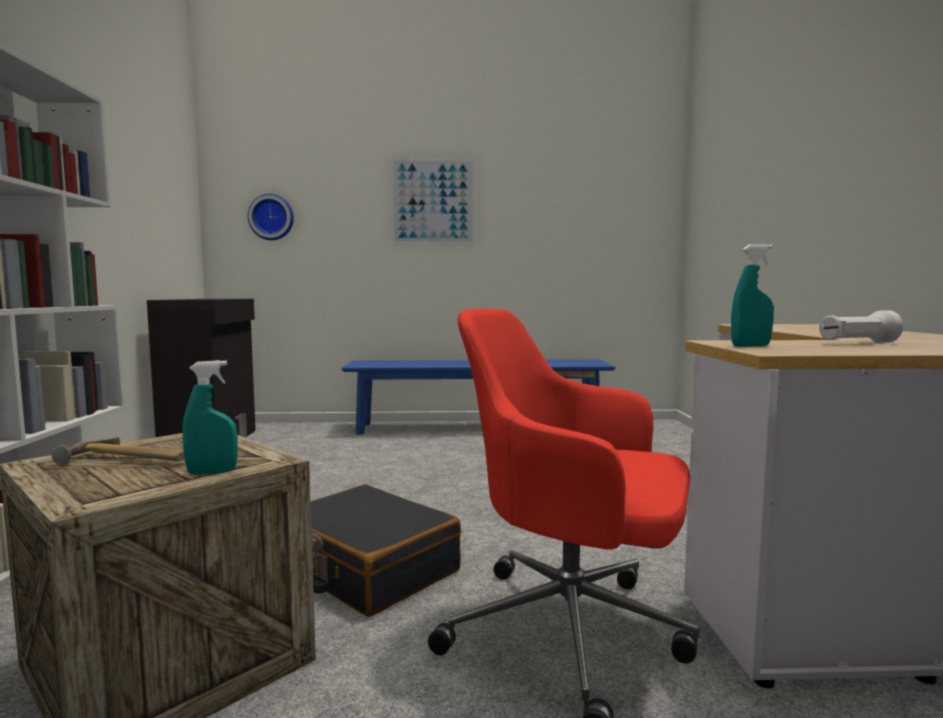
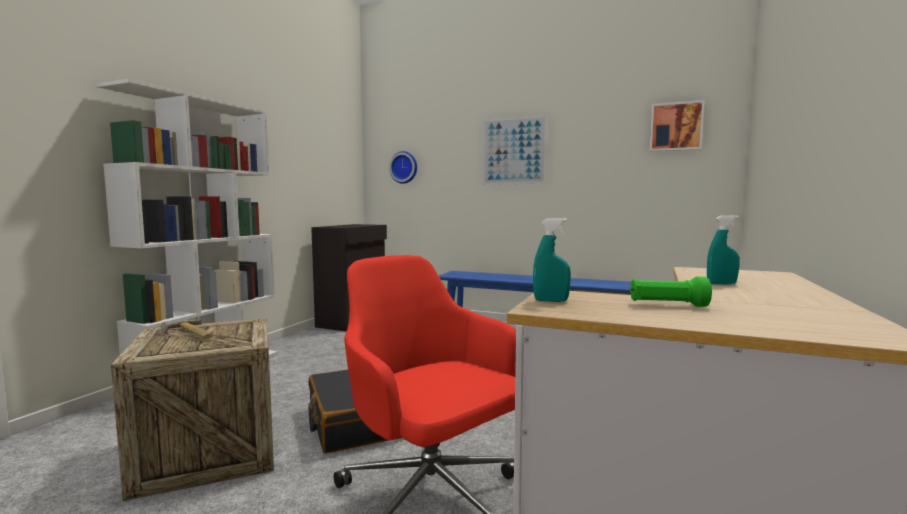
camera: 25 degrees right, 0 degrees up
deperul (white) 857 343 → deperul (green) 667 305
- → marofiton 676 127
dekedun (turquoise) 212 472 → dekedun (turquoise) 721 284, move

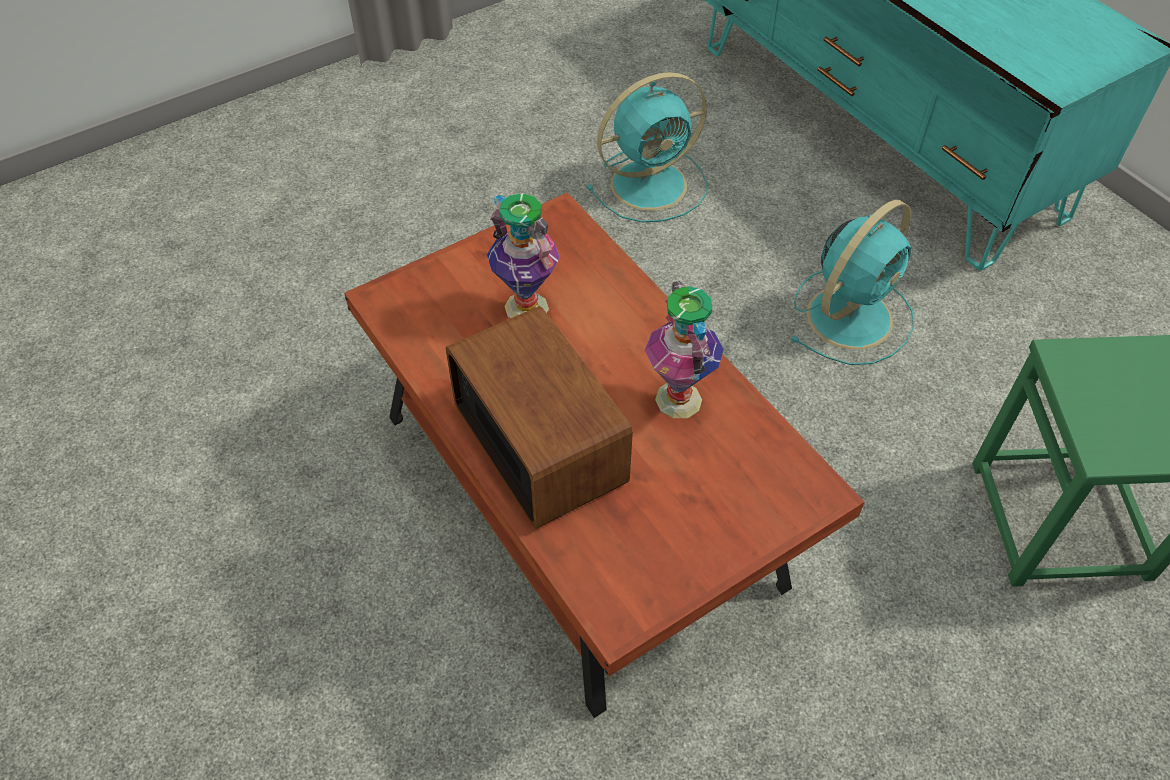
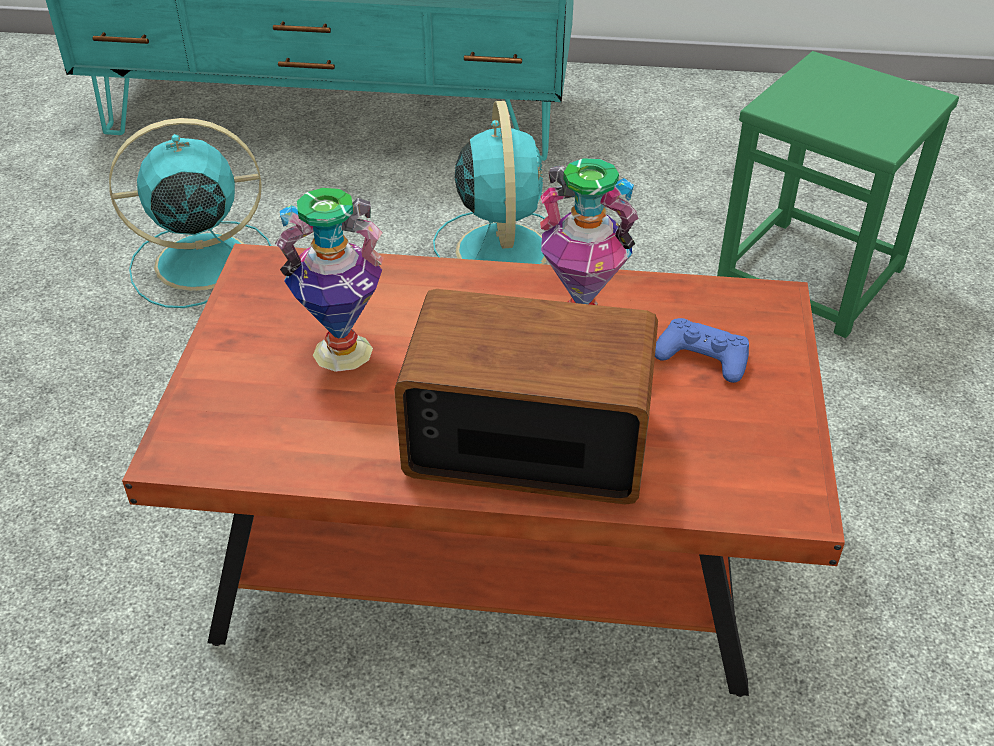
camera: 50 degrees left, 10 degrees down
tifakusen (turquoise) 652 183 → tifakusen (turquoise) 198 262, 120 degrees counterclockwise
- → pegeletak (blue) 702 357

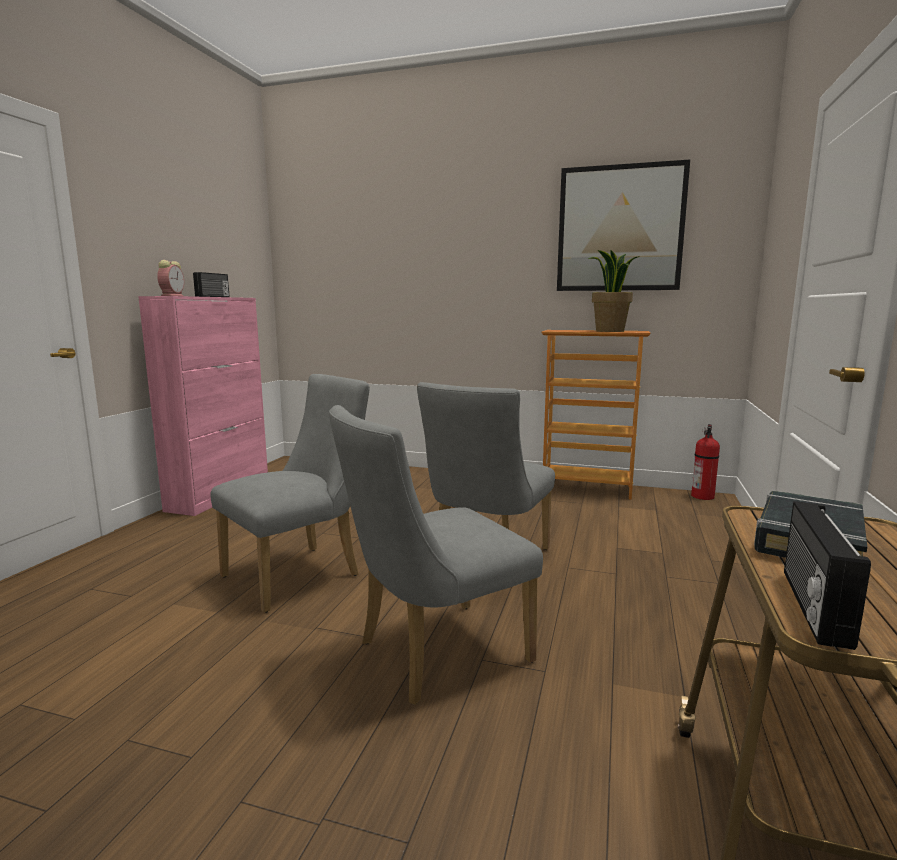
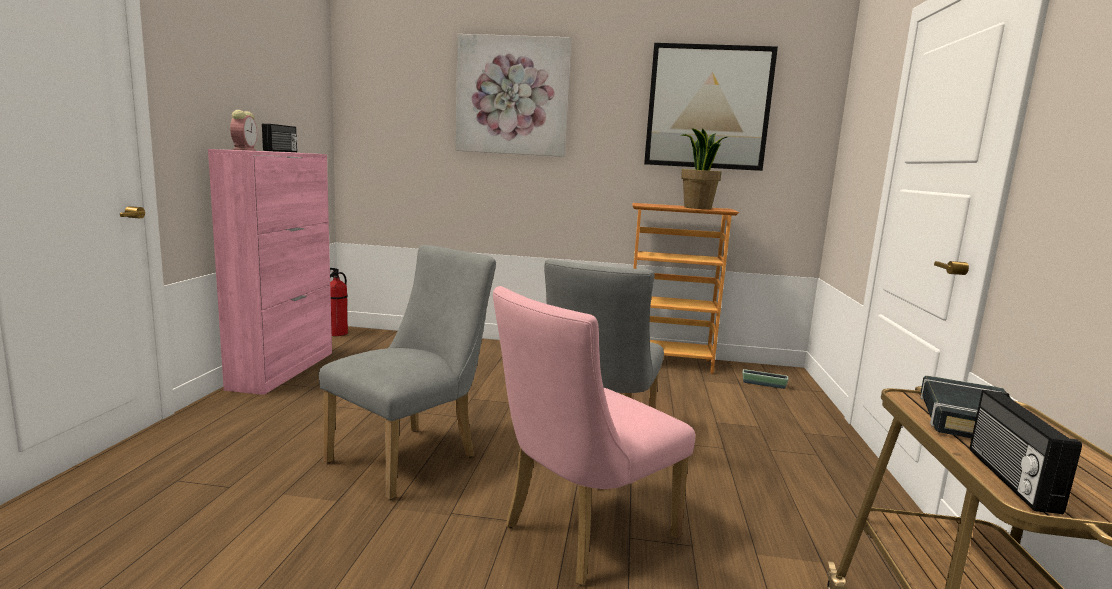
camera: 10 degrees left, 0 degrees up
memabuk 703 496 → memabuk 337 333, move
- → marofiton 512 96
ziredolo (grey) 432 655 → ziredolo (pink) 580 535
- → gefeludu 763 384

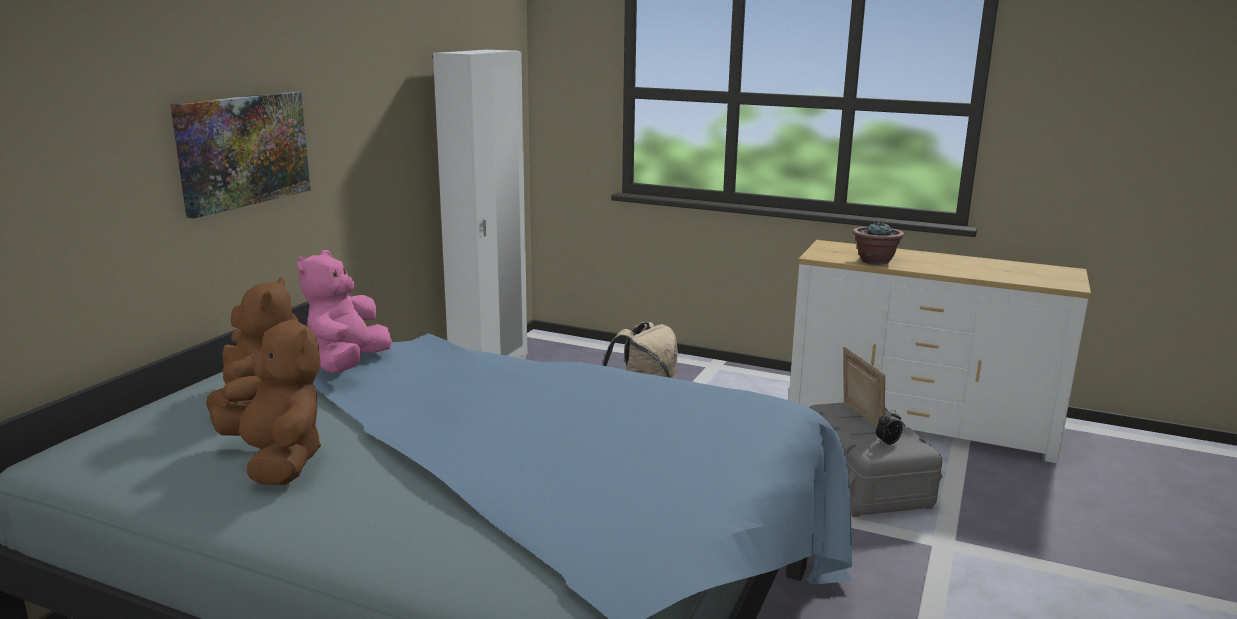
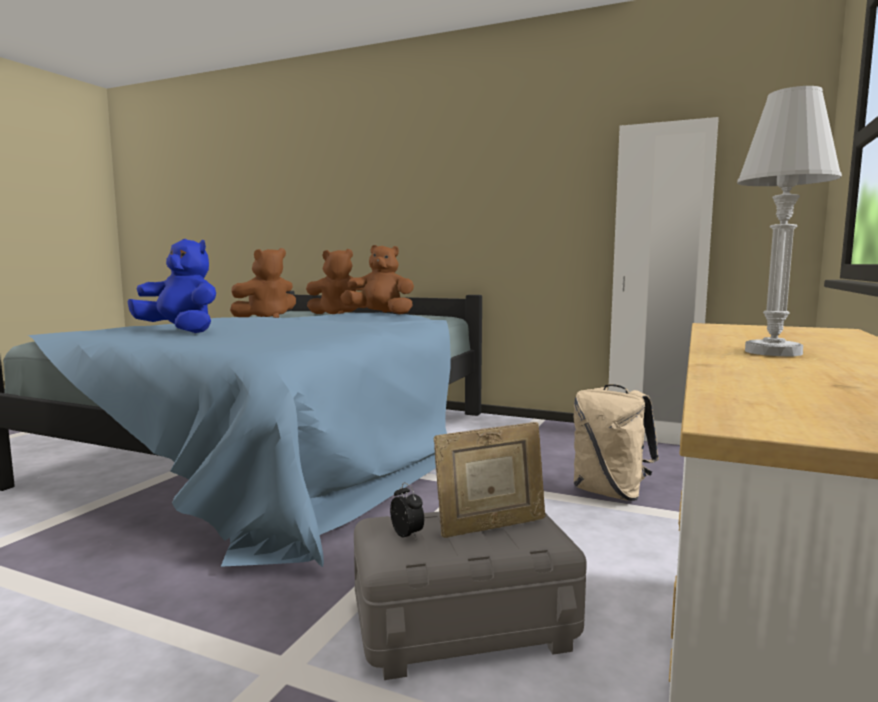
camera: 90 degrees right, 10 degrees down
- → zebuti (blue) 180 331
zebuti (pink) 348 365 → zebuti (brown) 380 314
- → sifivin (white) 773 352
marofiton 243 150 → -
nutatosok 874 261 → -

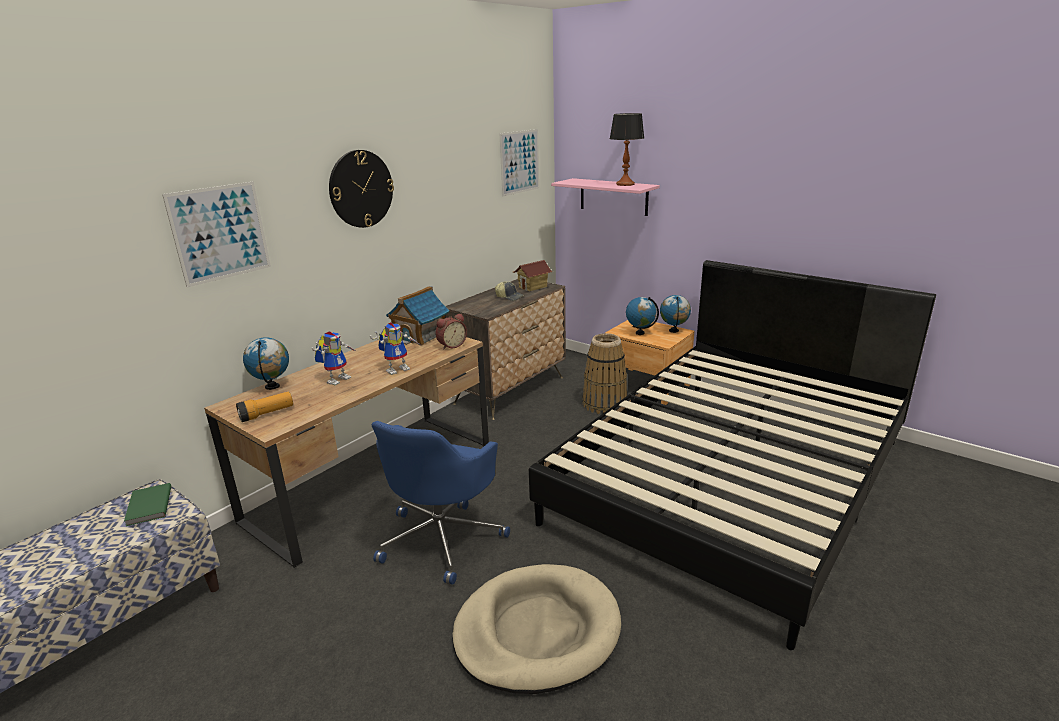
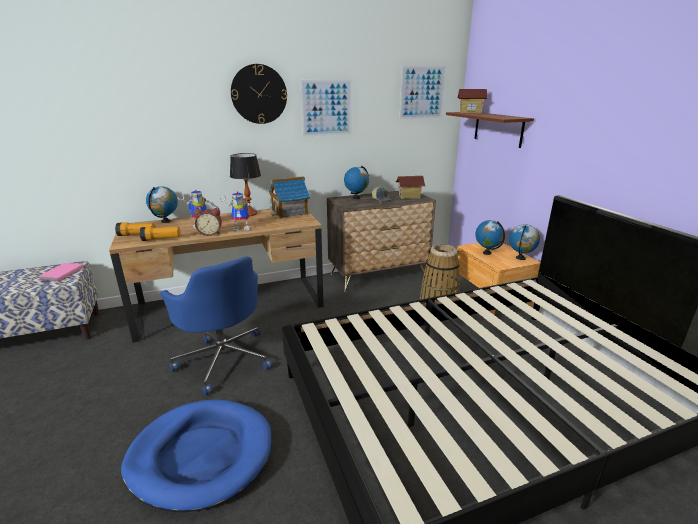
camera: 30 degrees right, 0 degrees up
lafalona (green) 148 506 → lafalona (pink) 61 273
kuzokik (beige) 537 631 → kuzokik (blue) 201 455
- → deperul 161 239
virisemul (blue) 442 537 → virisemul (blue) 224 359, 90 degrees counterclockwise
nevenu 451 345 → nevenu 210 233, move
sifivin 625 184 → sifivin 249 213, move
marofiton 220 233 → marofiton 326 108, move
- → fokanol 356 198
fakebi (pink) 613 197 → fakebi (brown) 498 129
- → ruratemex 470 113

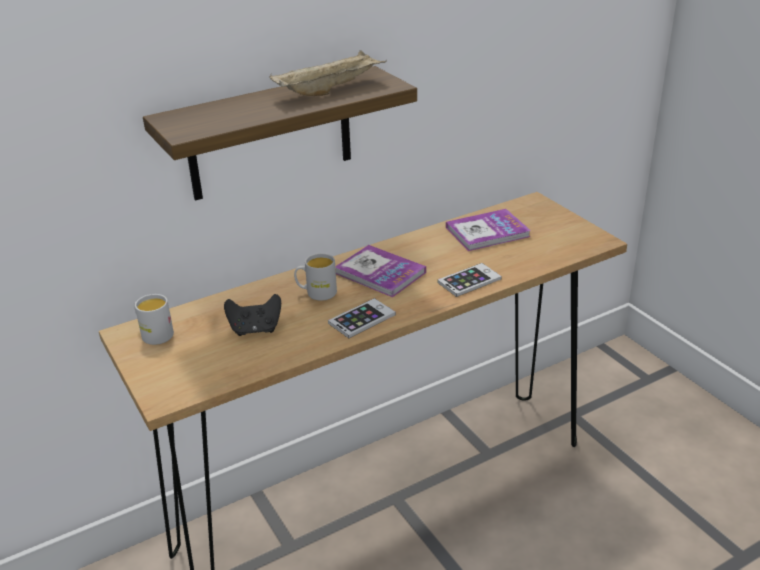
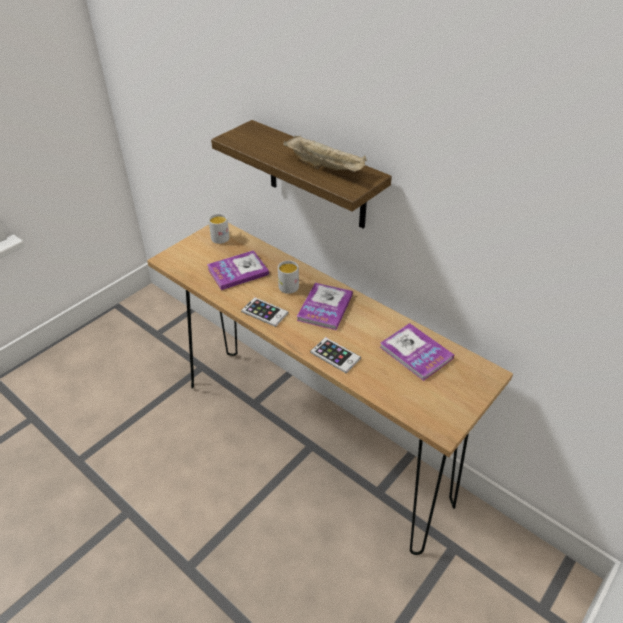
camera: 70 degrees right, 10 degrees up
pegeletak (black) 255 329 → lafalona 238 271

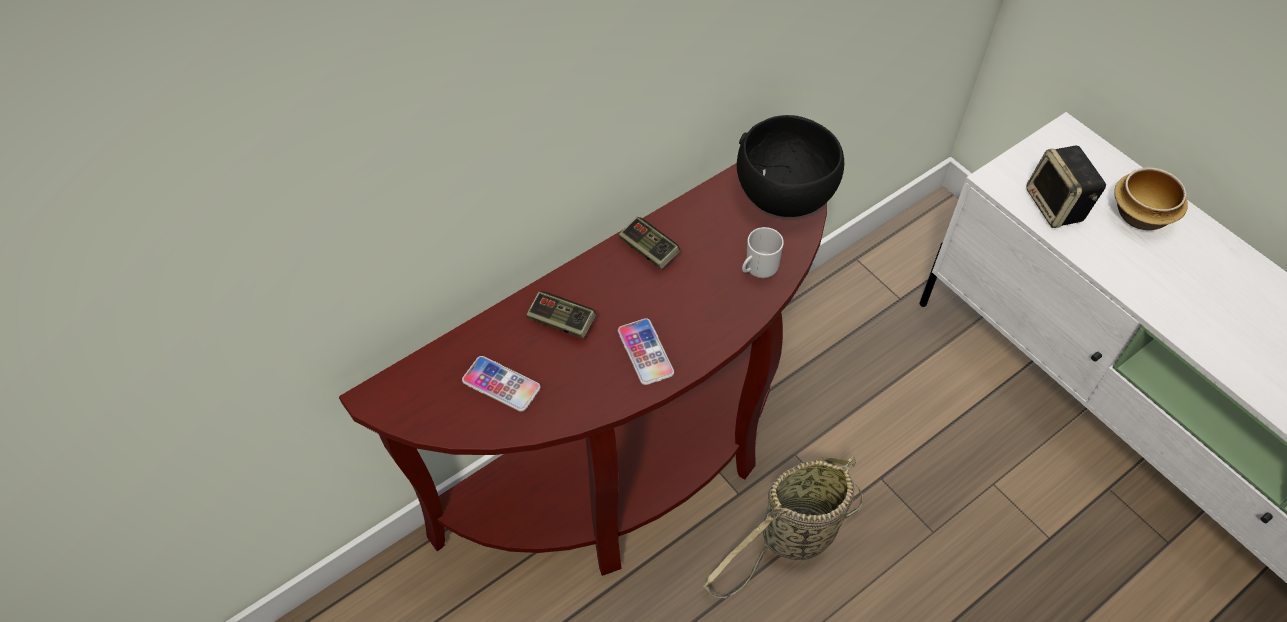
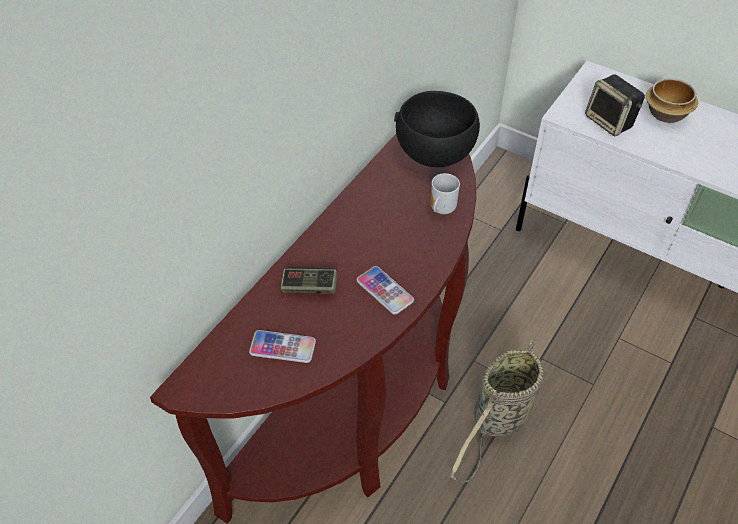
camera: 20 degrees left, 5 degrees down
pegeletak 648 250 → -

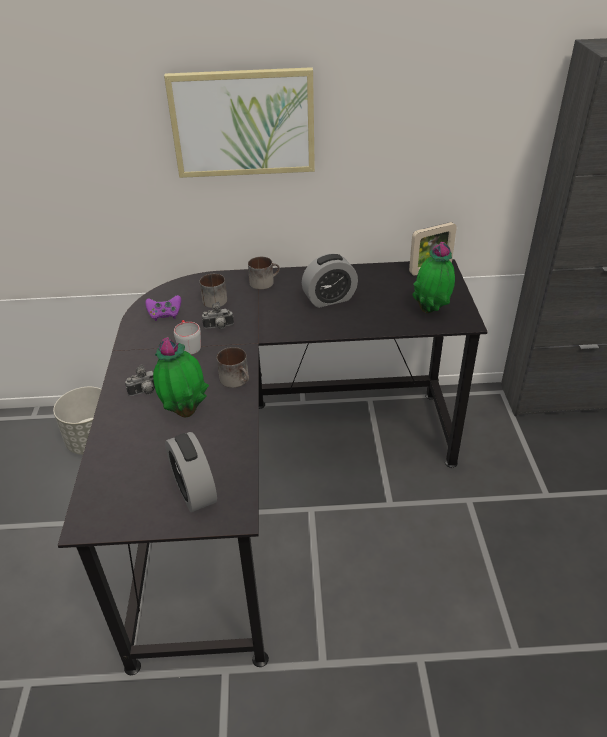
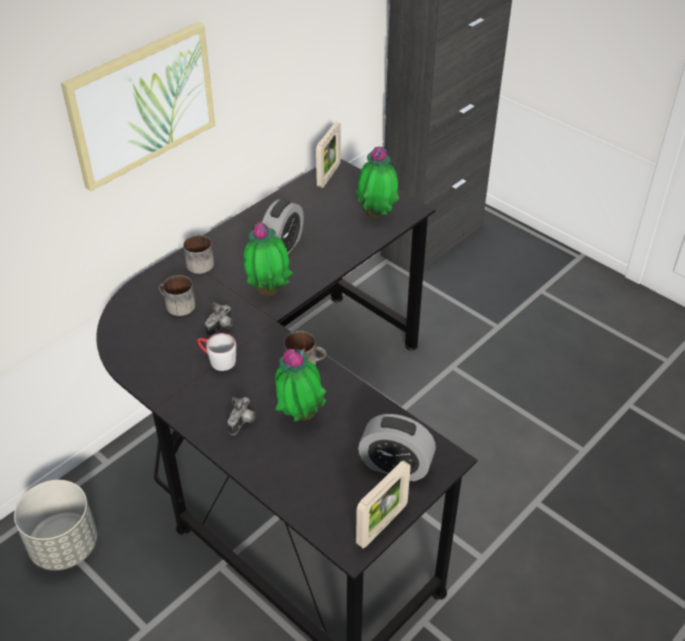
camera: 45 degrees left, 5 degrees up
- → nutatosok 269 290
- → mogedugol 382 525
pegeletak (purple) 165 315 → -

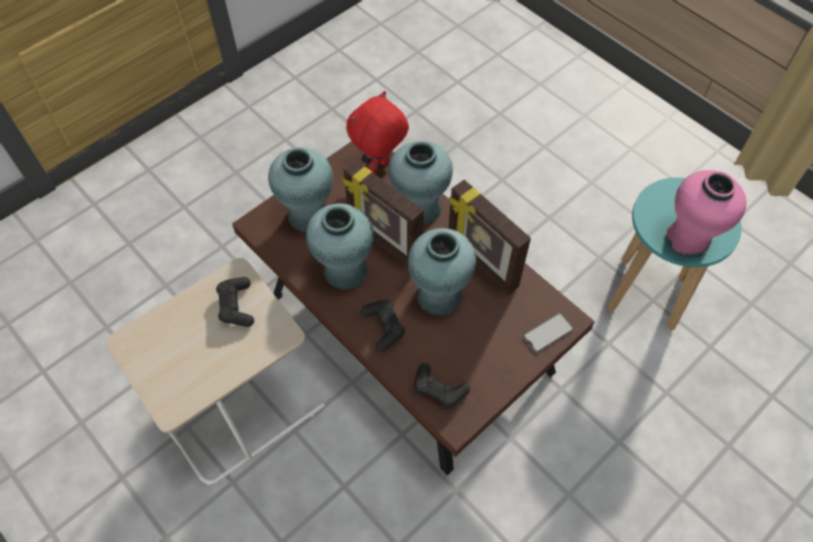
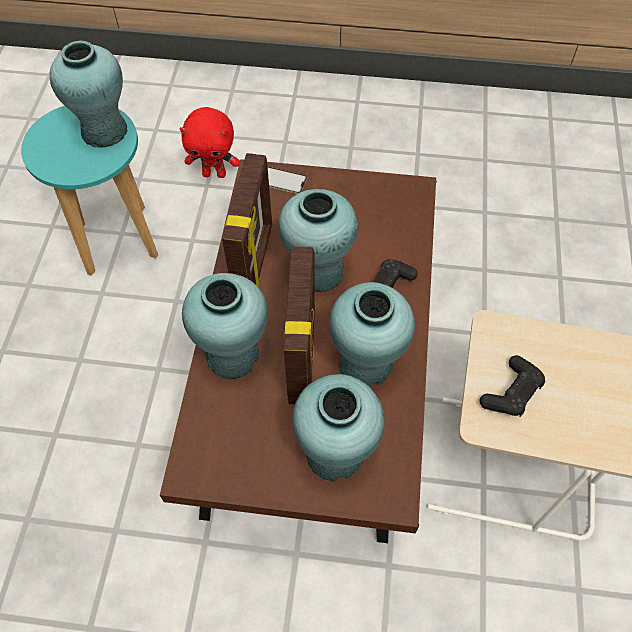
camera: 130 degrees left, 0 degrees up
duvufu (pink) 688 239 → duvufu (turquoise) 104 131
zebuti (red) 379 168 → zebuti (red) 214 173, move
pegeletak (black) 438 390 → -

